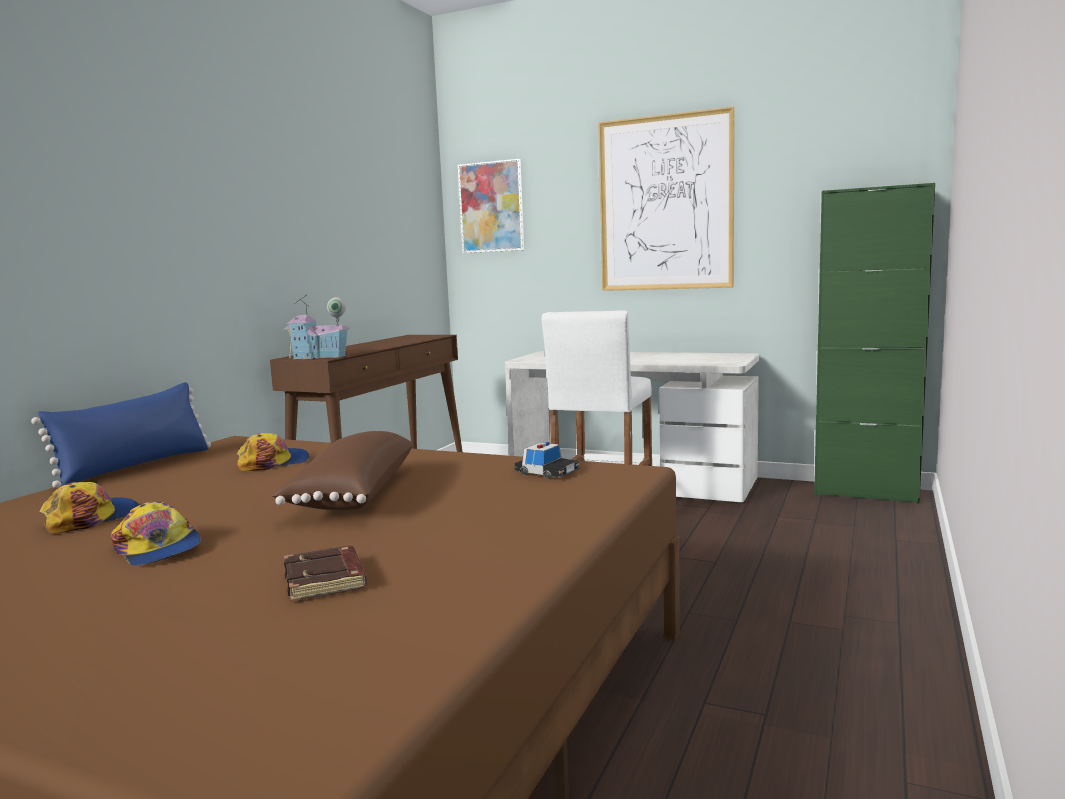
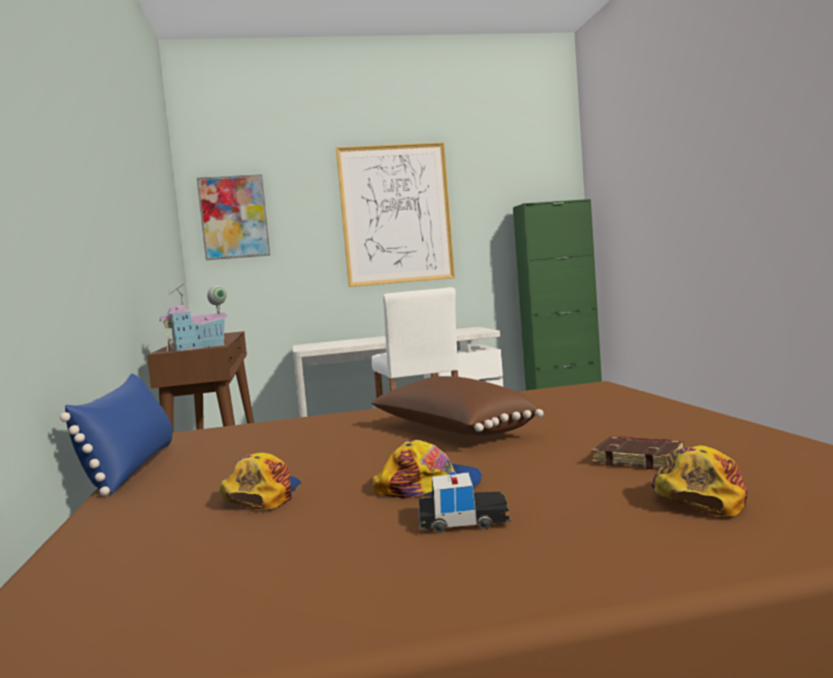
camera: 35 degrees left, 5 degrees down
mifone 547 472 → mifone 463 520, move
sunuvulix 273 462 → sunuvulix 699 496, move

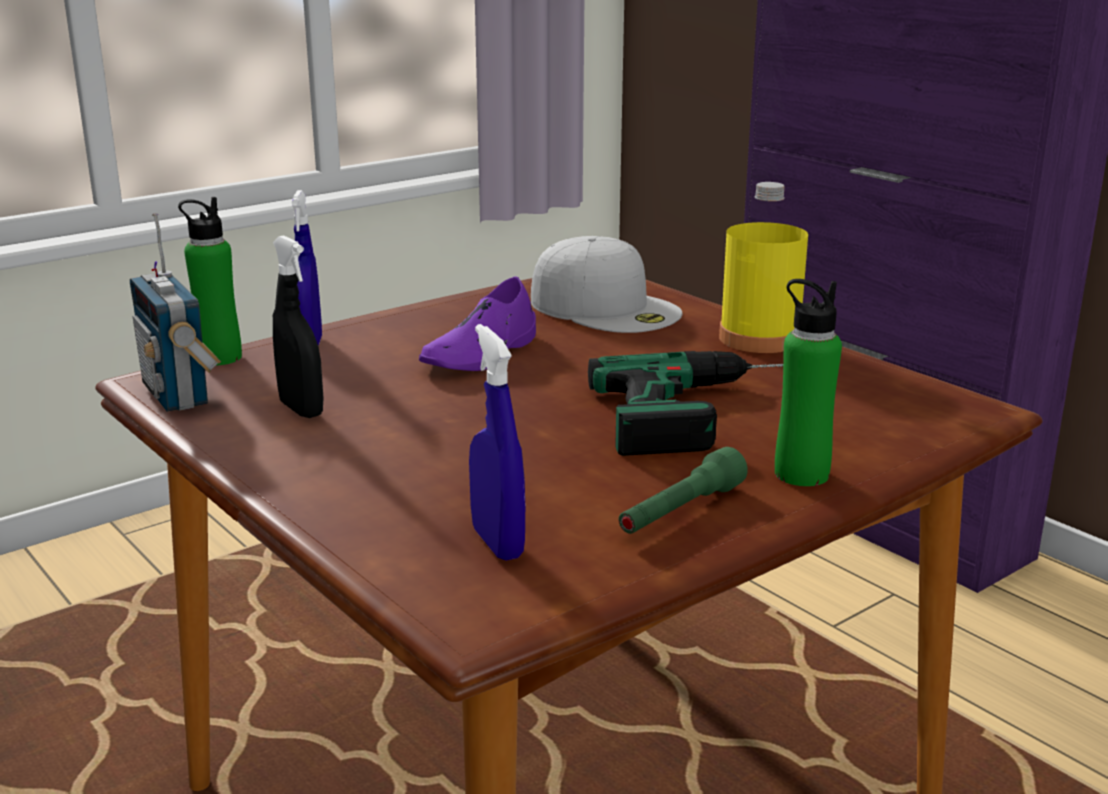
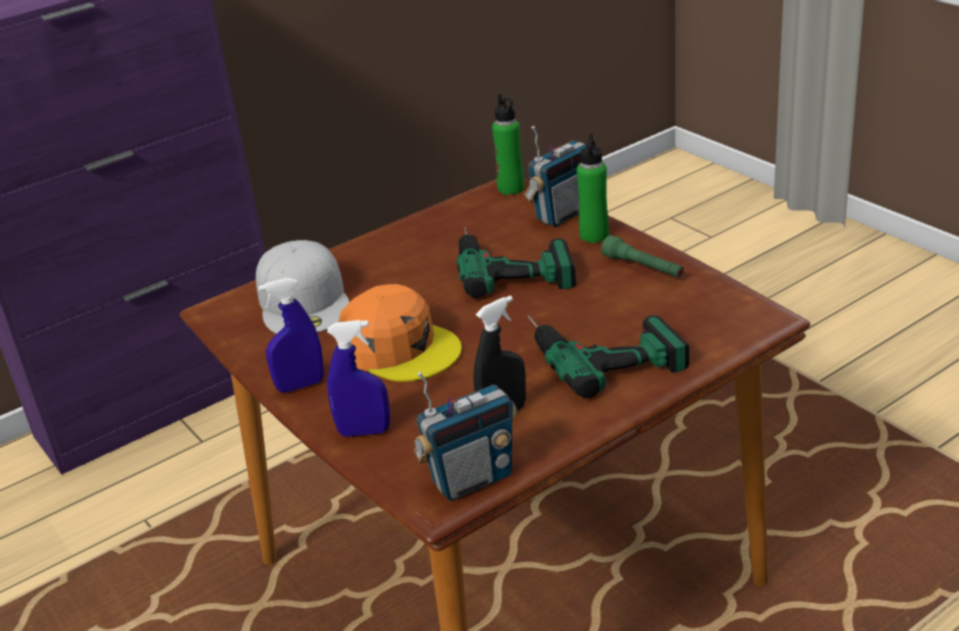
camera: 85 degrees left, 10 degrees up
sunuvulix (white) 606 308 → sunuvulix (white) 305 301, 120 degrees clockwise
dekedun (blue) 497 543 → dekedun (blue) 300 385, move
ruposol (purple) 481 354 → sunuvulix (orange) 399 348
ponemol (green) 219 357 → ponemol (green) 511 189, move
- → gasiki 562 214
- → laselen 599 350
ponemol (yellow) 759 338 → -

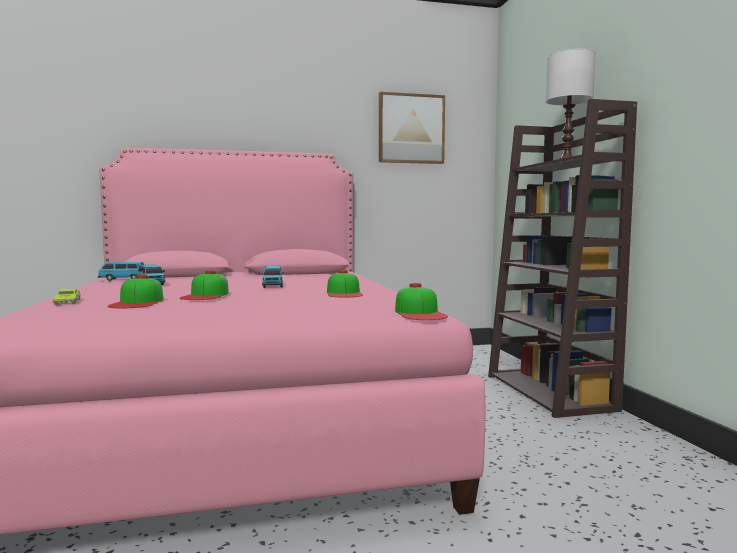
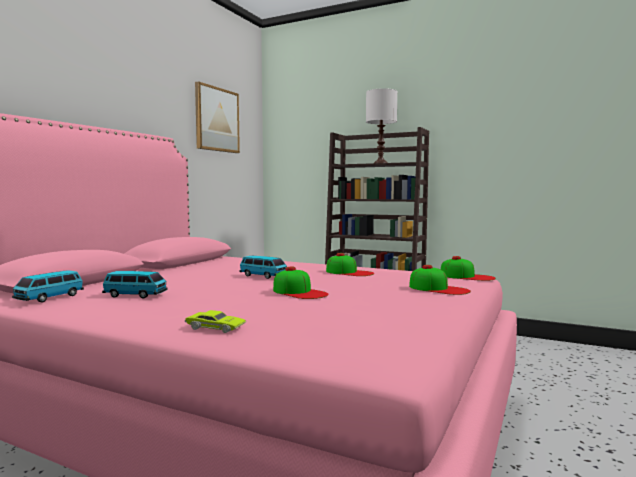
camera: 50 degrees left, 0 degrees up
sunuvulix 138 302 → sunuvulix 439 289, move

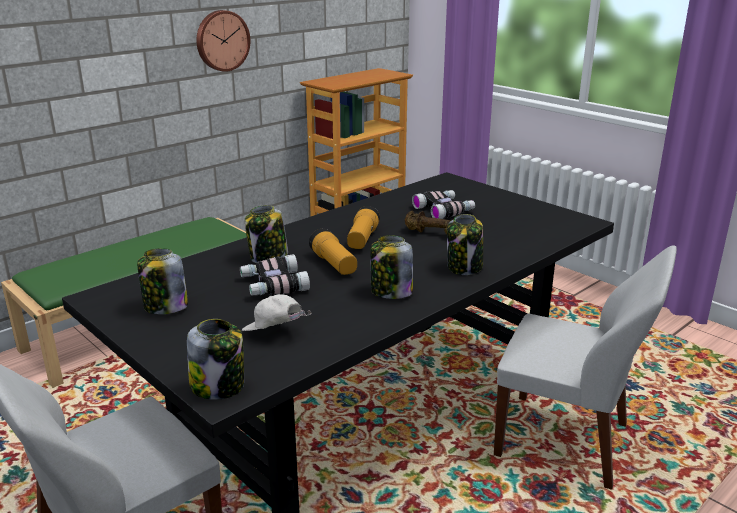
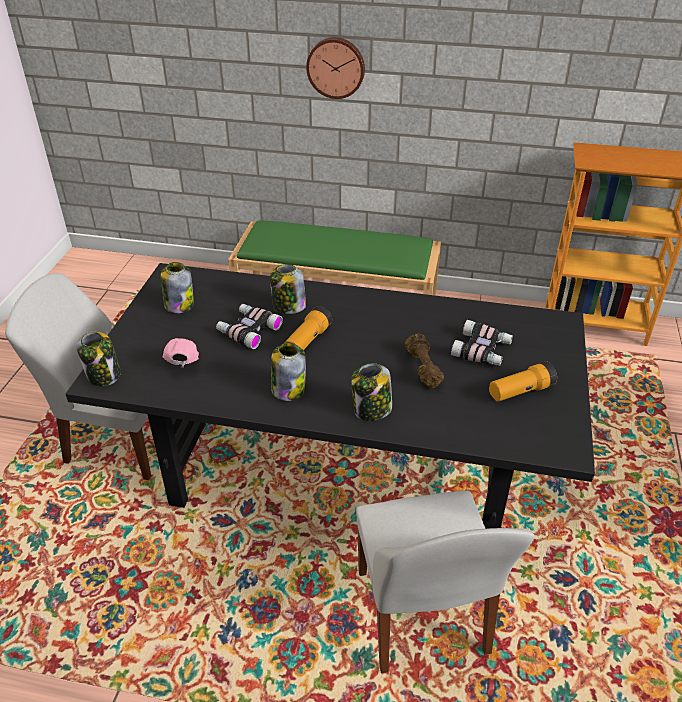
camera: 55 degrees right, 15 degrees up
sunuvulix (white) 274 333 → sunuvulix (pink) 182 364
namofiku 222 40 → namofiku 336 67, move
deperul 362 239 → deperul 520 391, move

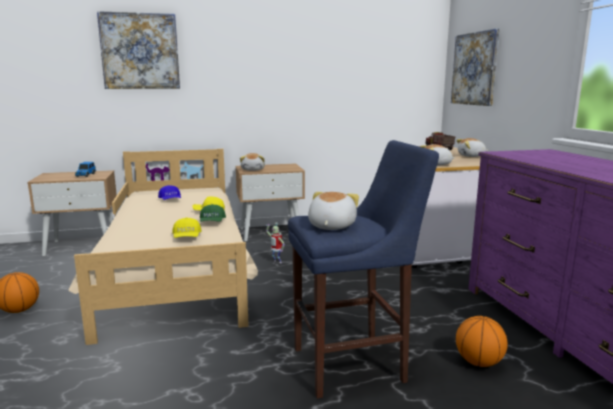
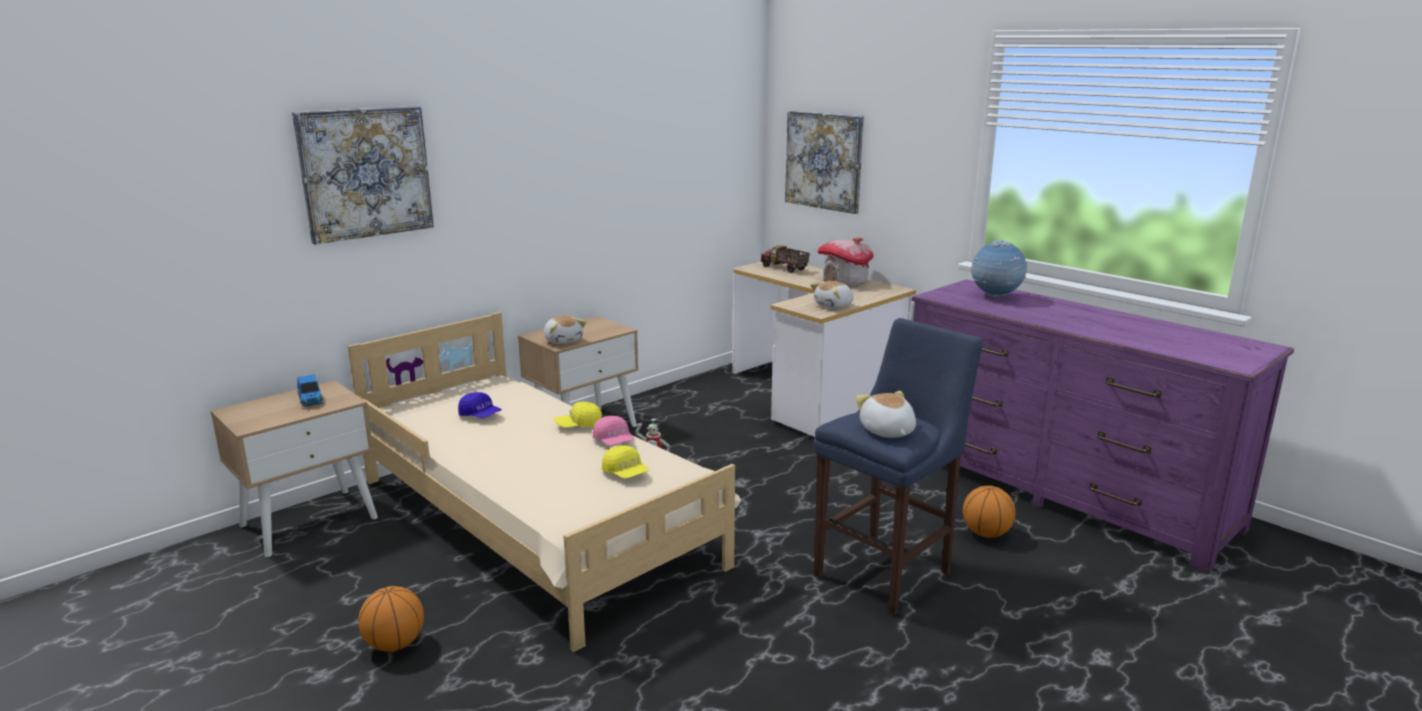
camera: 30 degrees left, 5 degrees up
sunuvulix (green) 212 222 → sunuvulix (pink) 614 442
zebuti 471 156 → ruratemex 845 281
- → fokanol 995 297

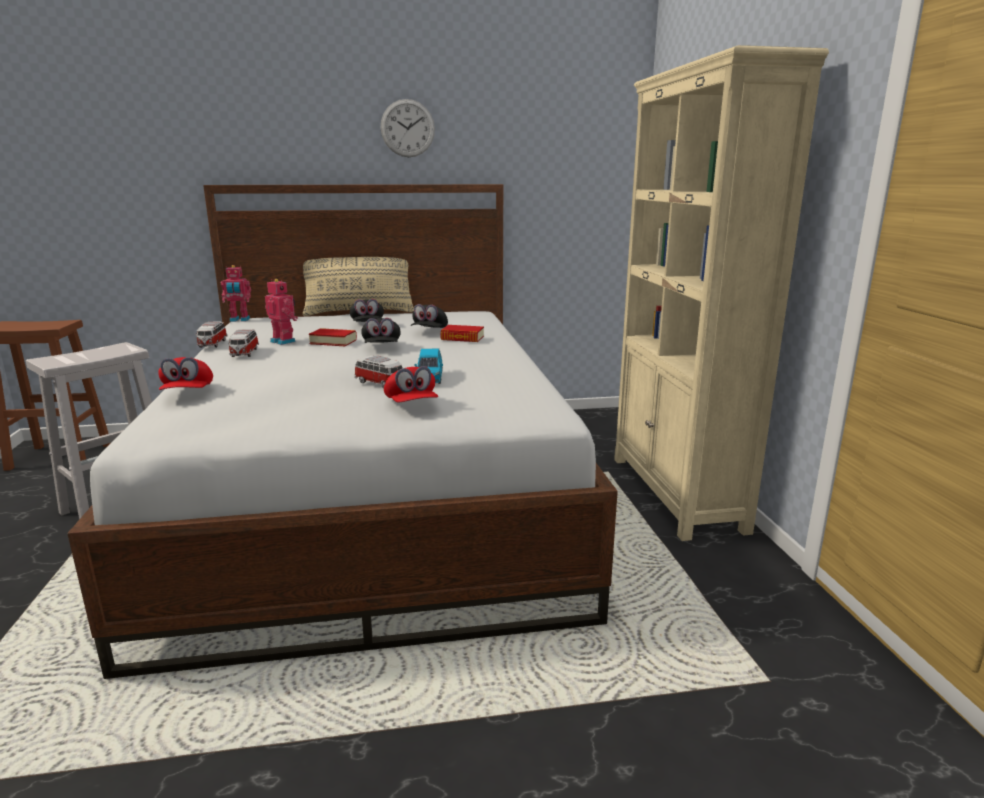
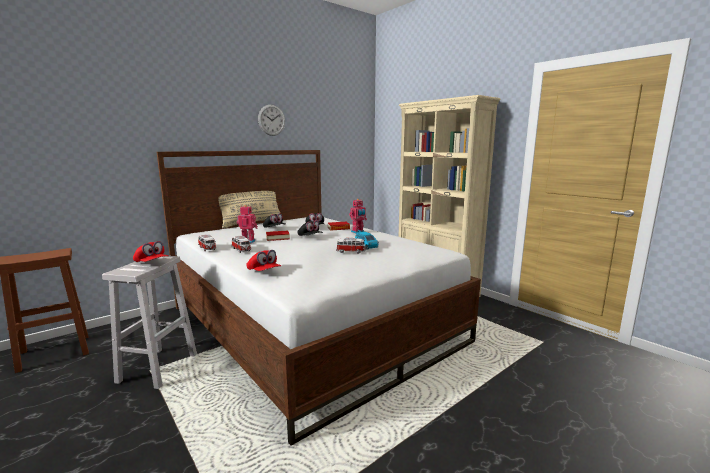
camera: 30 degrees left, 5 degrees down
sunuvulix (red) 411 405 → sunuvulix (red) 151 263, move
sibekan 239 320 → sibekan 358 232, move

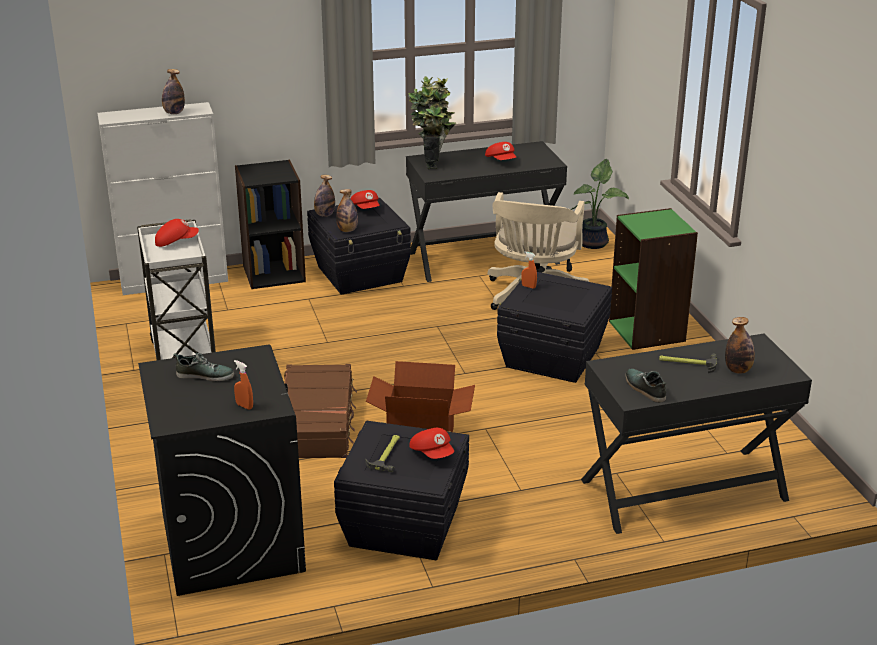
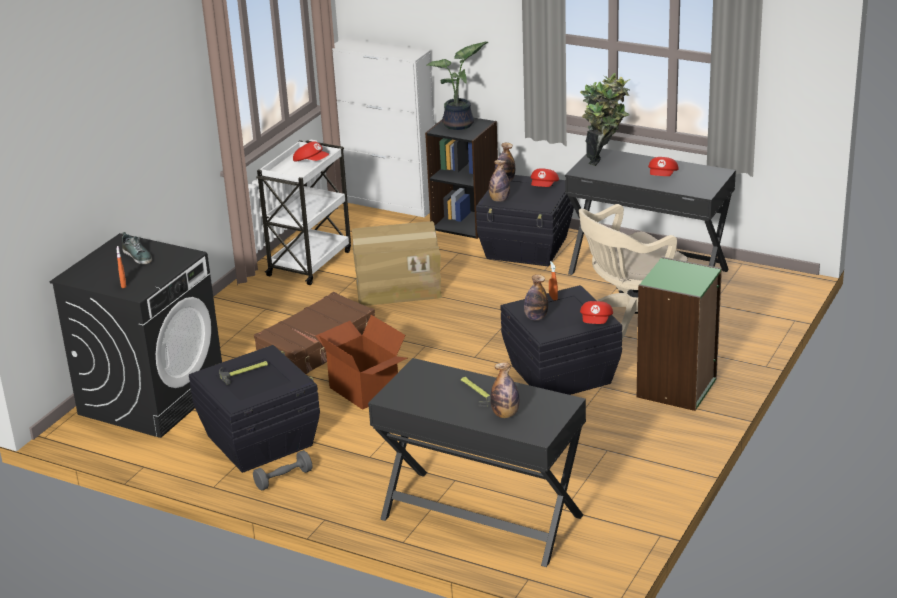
camera: 45 degrees right, 0 degrees up
- → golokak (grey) 283 479
- → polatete 398 287
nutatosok 594 243 → nutatosok 460 125, move
ponemol 174 113 → ponemol 536 318, move
sunuvulix (red) 432 453 → sunuvulix (red) 596 322, move
ruposol 644 389 → -

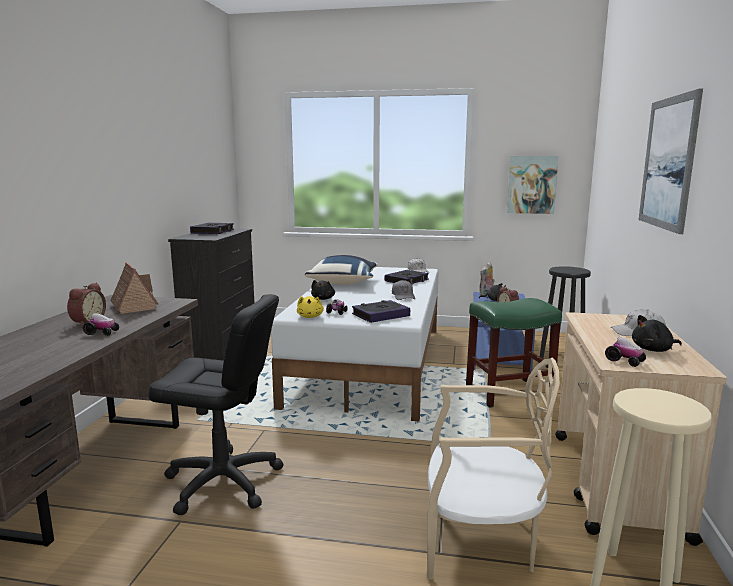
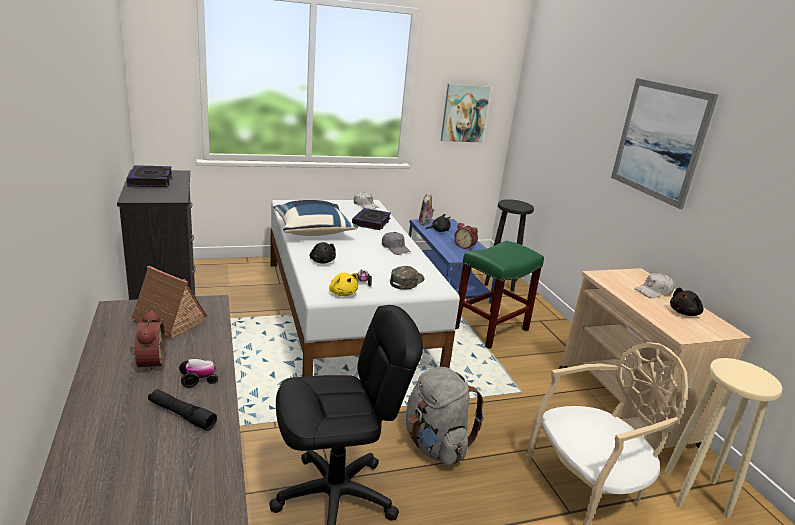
camera: 30 degrees left, 10 degrees up
- → deperul (black) 181 415
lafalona 380 315 → sunuvulix (green) 406 281
- → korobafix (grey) 435 445
mifone 624 361 → -

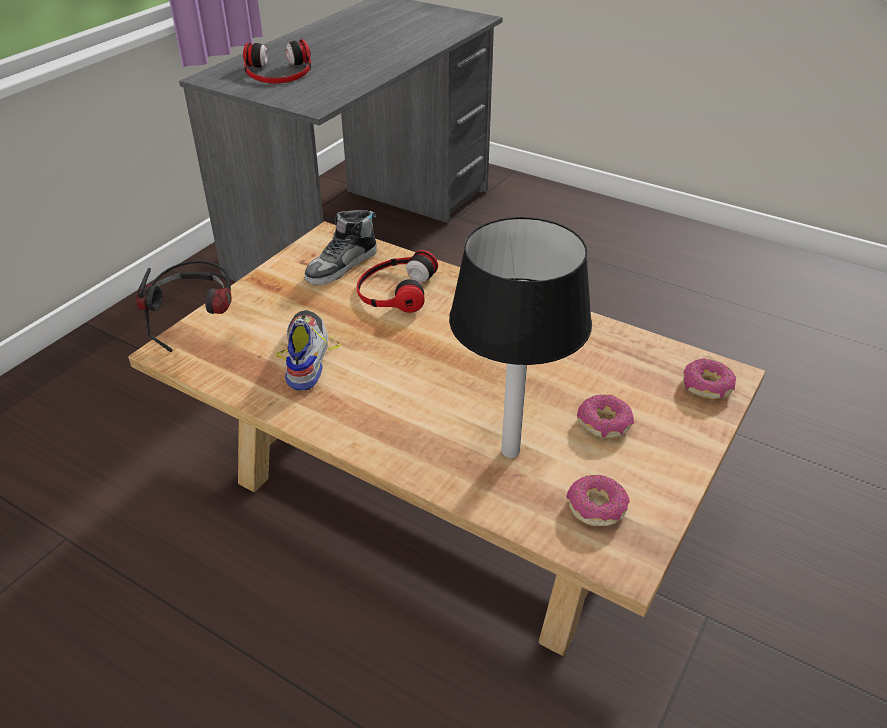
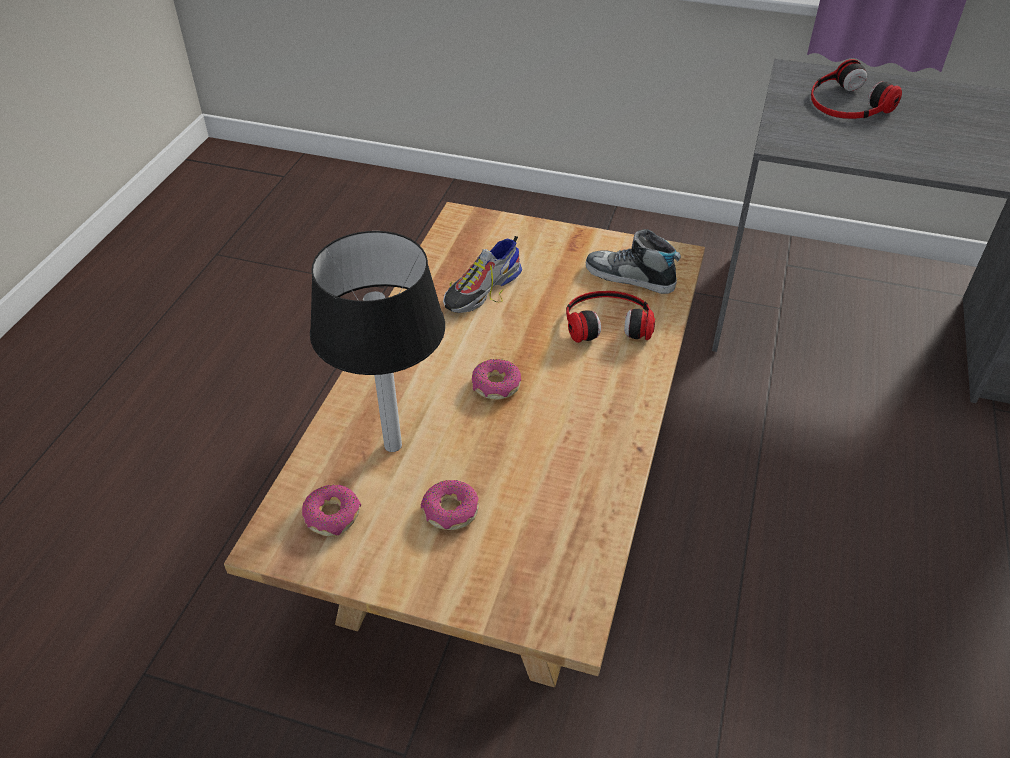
camera: 75 degrees right, 5 degrees up
ruposol 305 355 → ruposol 482 290, 150 degrees clockwise
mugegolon 707 386 → mugegolon 496 386, move
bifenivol 199 328 → -

